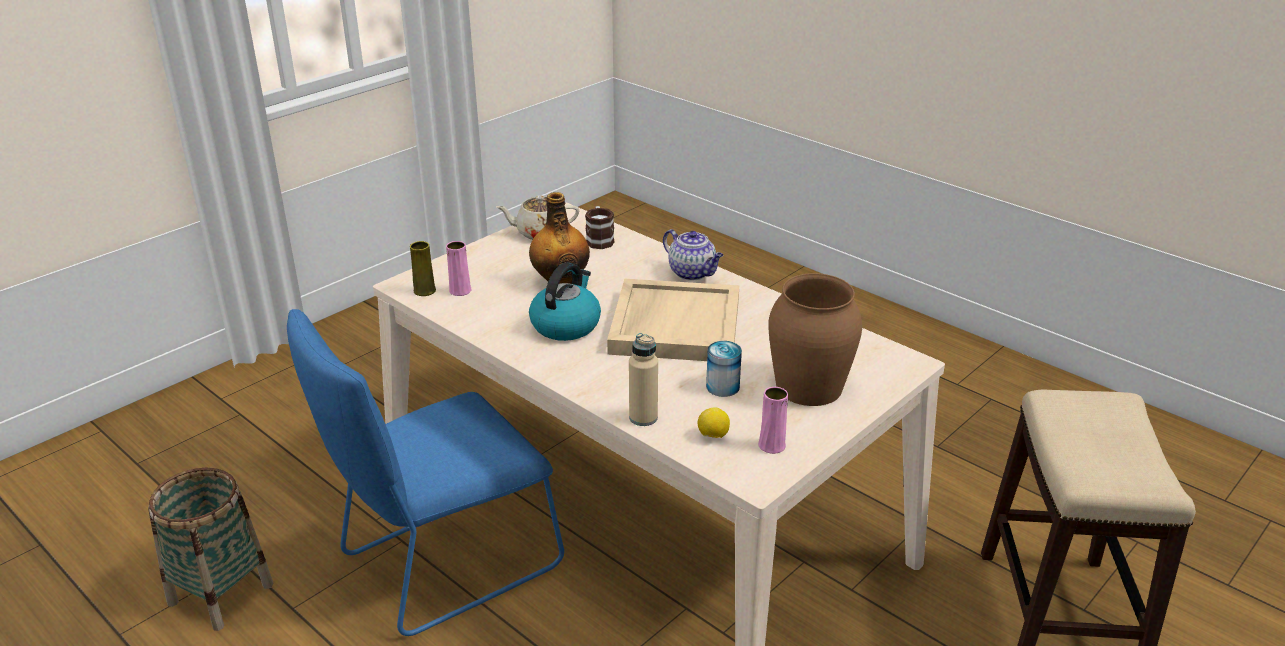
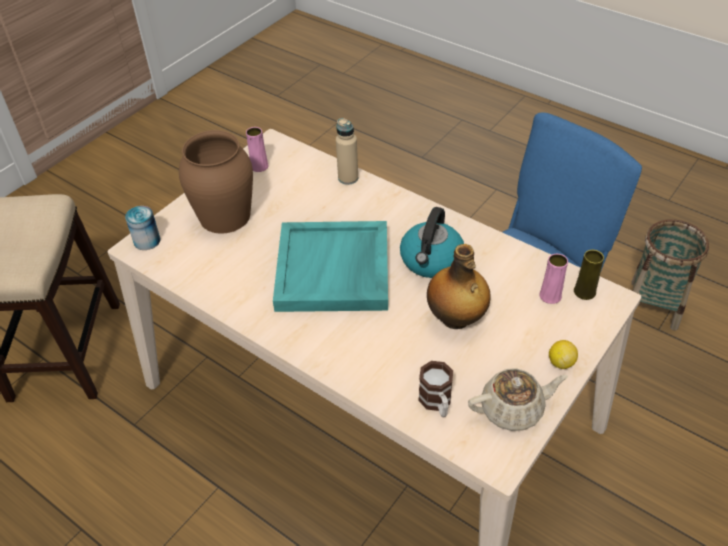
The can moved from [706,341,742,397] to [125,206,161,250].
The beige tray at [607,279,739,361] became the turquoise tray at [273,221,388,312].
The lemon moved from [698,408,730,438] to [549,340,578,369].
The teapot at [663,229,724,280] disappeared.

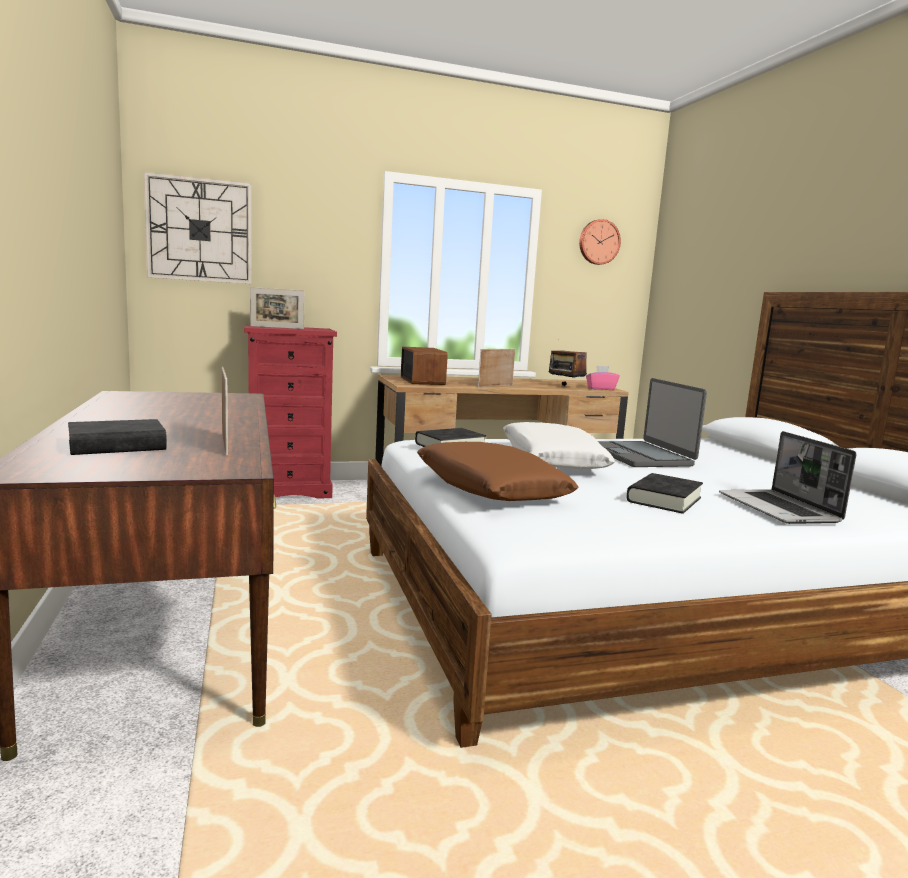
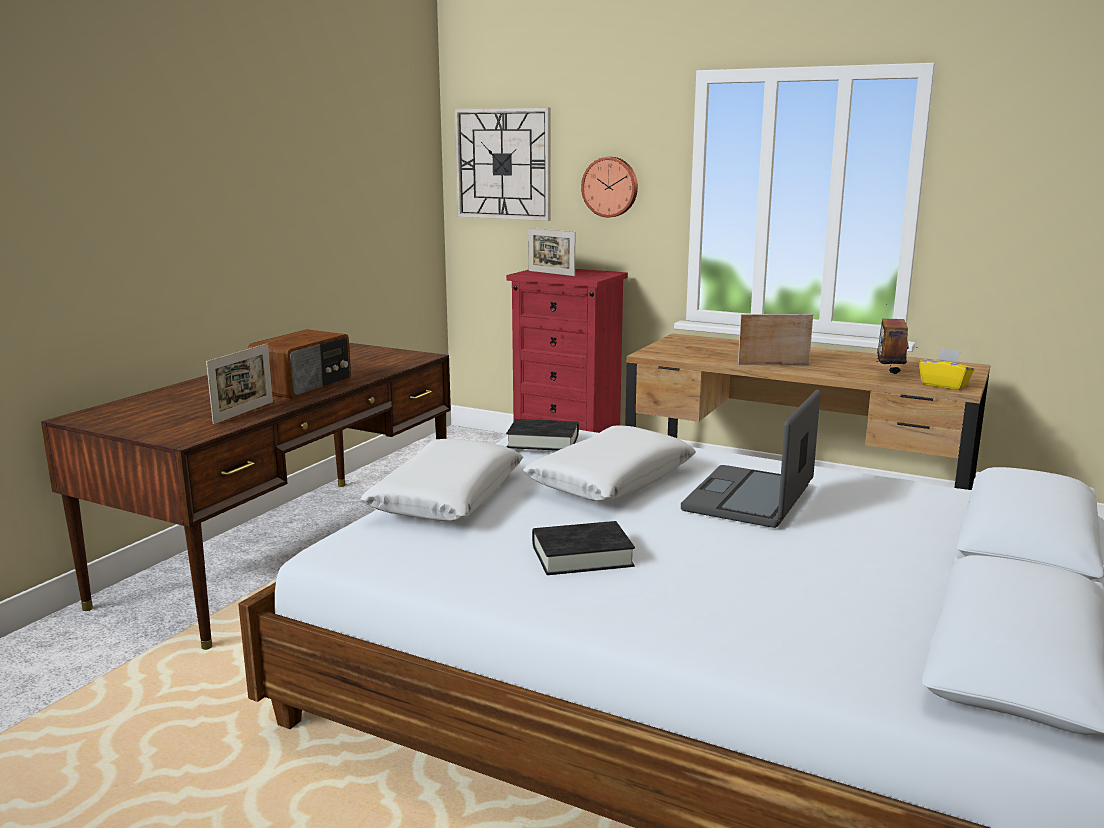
The radio moved from [401,347,448,385] to [248,329,351,399].
The brown pillow at [417,442,579,501] became the white pillow at [360,439,523,522].
The wall clock moved from [579,219,621,265] to [581,157,638,217].
The pink tissue box at [586,365,619,390] became the yellow tissue box at [919,348,974,390].
The black book at [68,419,167,455] disappeared.
The laptop at [719,431,856,524] disappeared.

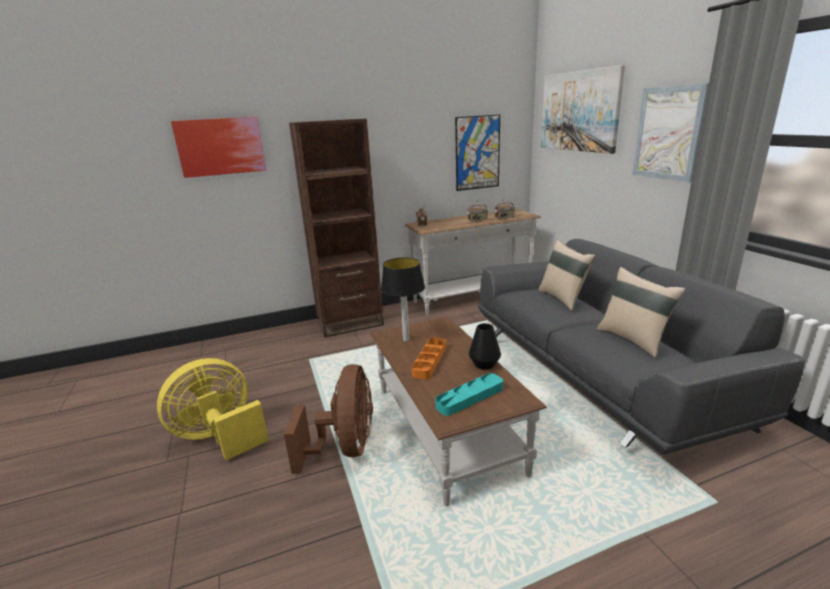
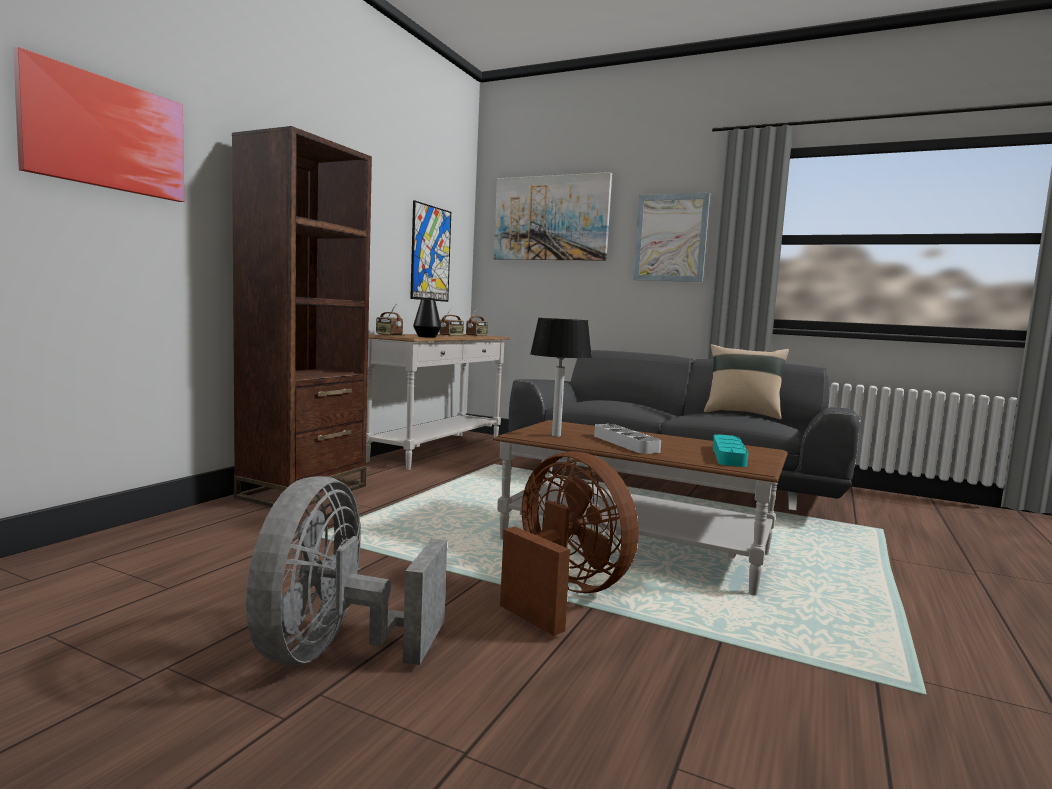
The yellow fan at [157,358,269,460] became the grey fan at [246,476,447,666].
The black vase moved from [469,323,501,370] to [413,299,441,337].
The orange tray at [412,338,446,379] became the grey tray at [594,424,661,454].
The beige pillow at [539,240,596,311] disappeared.

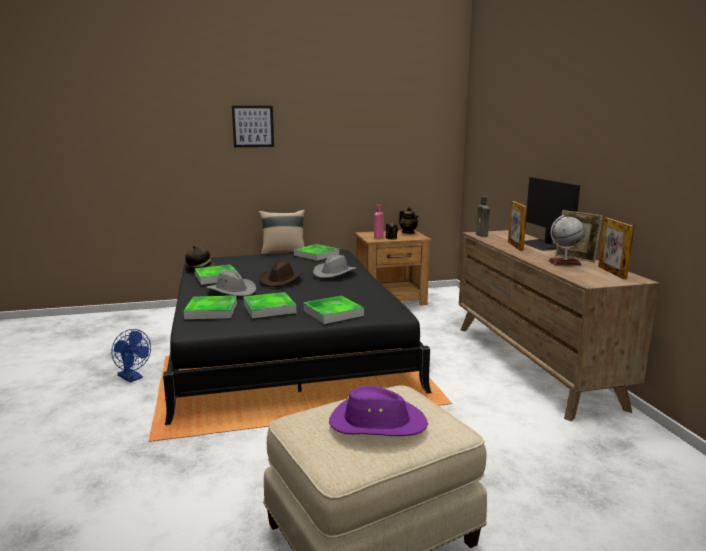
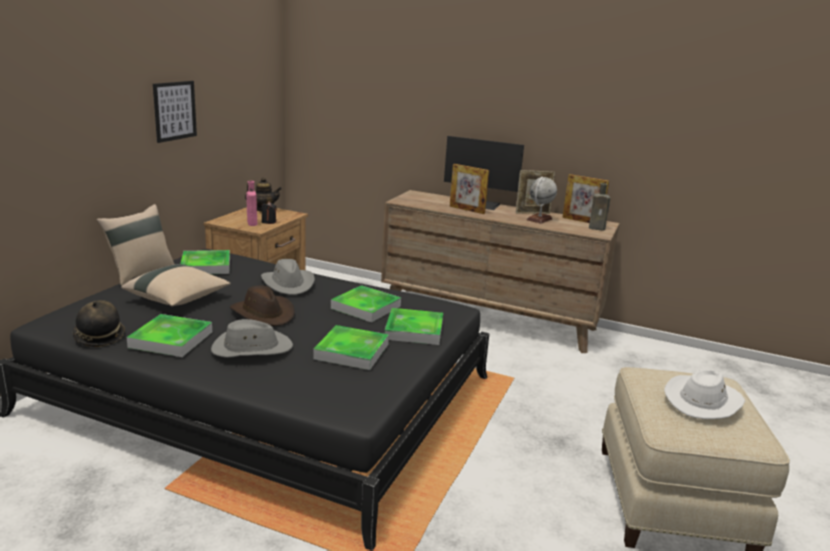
The beige pillow at [121,264,231,307] appeared.
The picture moved from [232,106,274,147] to [153,81,197,143].
The tray moved from [184,296,237,319] to [331,285,401,323].
The brown bottle moved from [476,196,490,237] to [589,183,610,231].
The purple hat at [329,386,428,436] became the white hat at [664,369,745,419].
The blue fan at [111,329,151,383] disappeared.

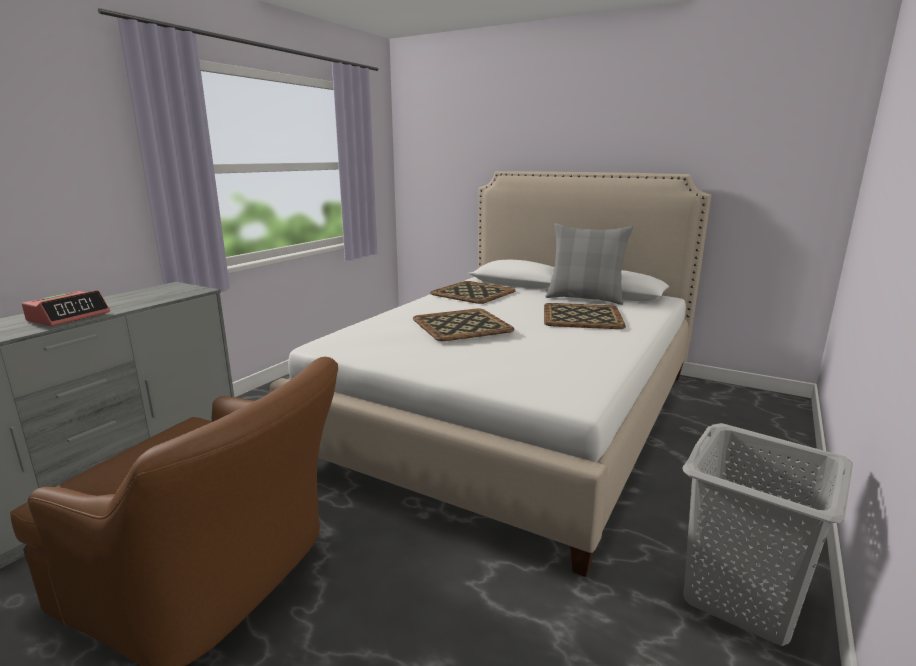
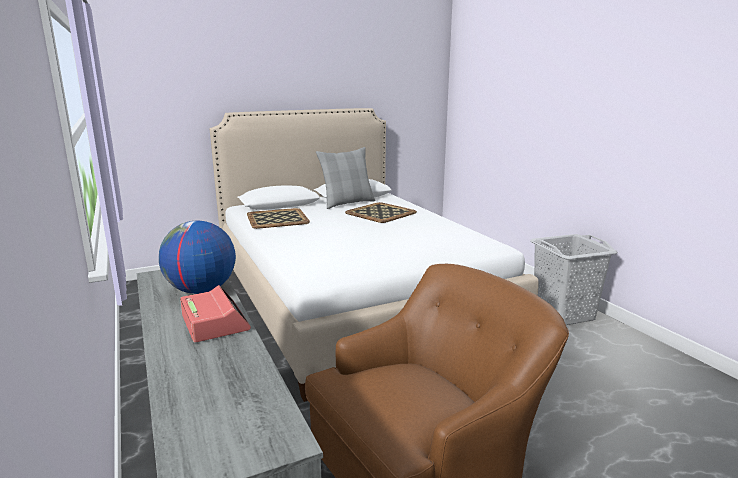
The globe at [159,221,236,294] appeared.
The tray at [413,309,514,341] disappeared.

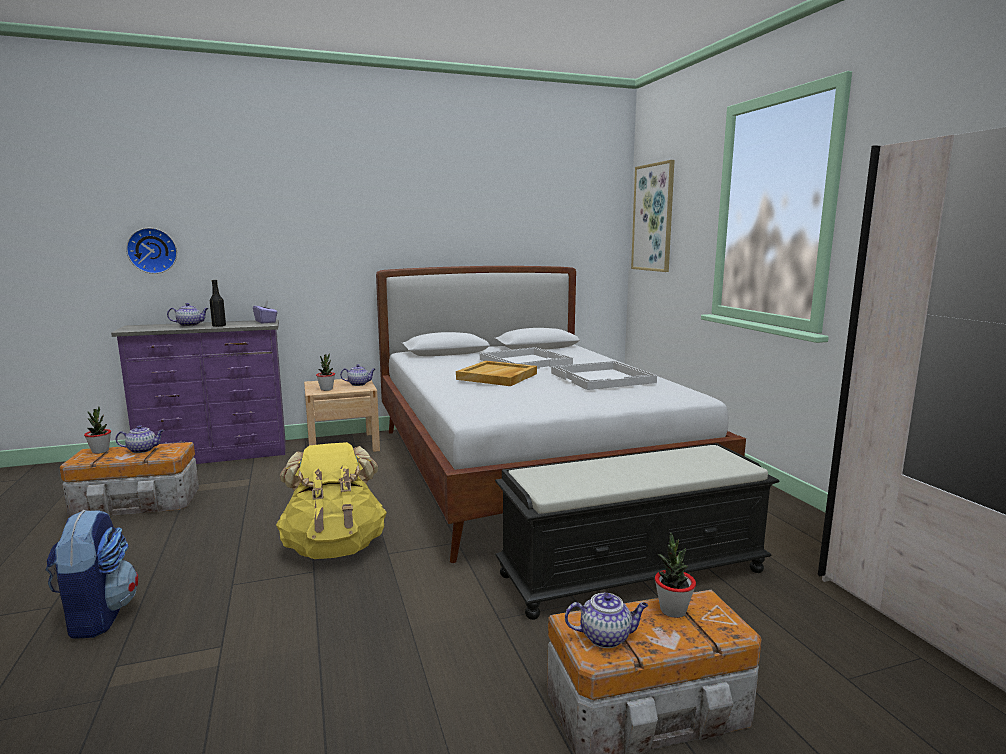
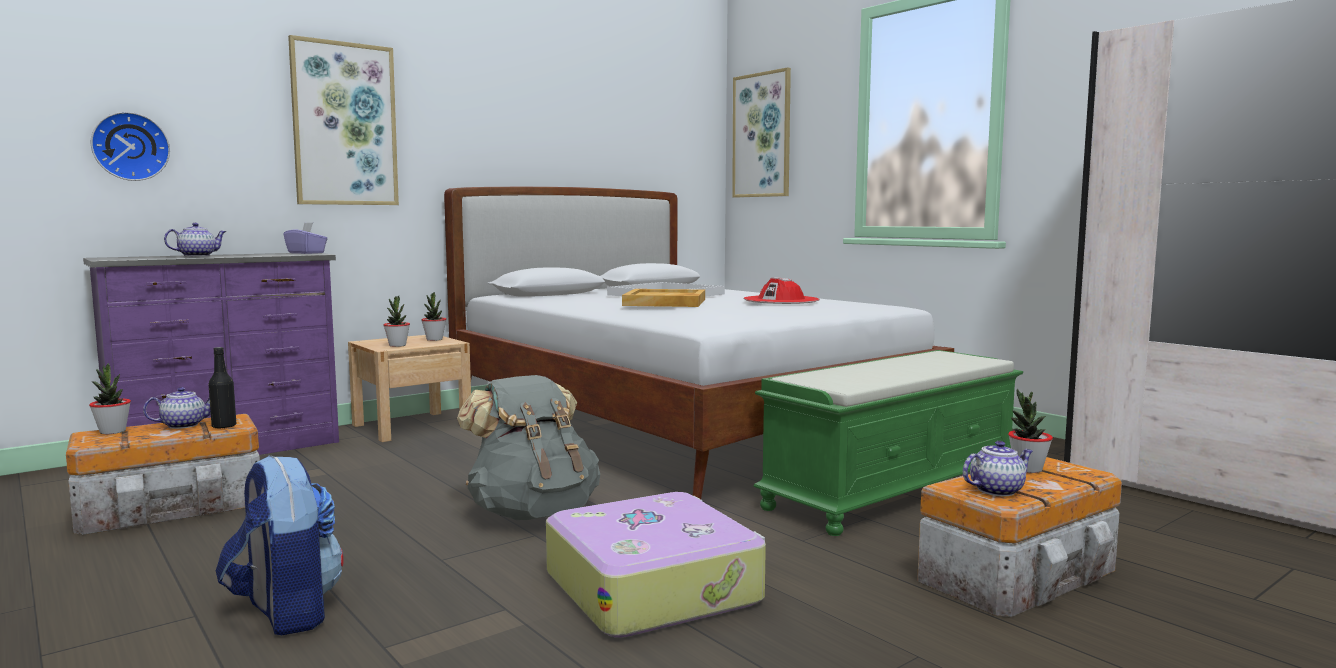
The black bottle moved from [210,280,226,327] to [208,347,236,429].
The picture at [288,35,399,205] appeared.
The teapot at [340,364,376,386] was replaced by the potted plant at [421,292,446,341].
The yellow backpack at [276,442,387,559] became the grey backpack at [457,375,600,520].
The suitcase at [546,492,766,638] appeared.
The white tray at [551,361,657,390] was replaced by the red hat at [744,277,820,304].
The black bench at [495,443,779,620] became the green bench at [754,350,1023,536].

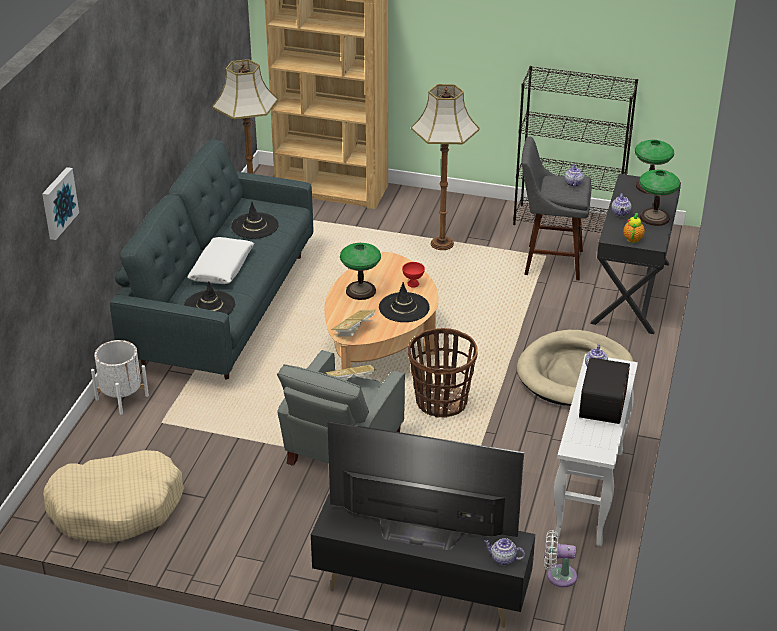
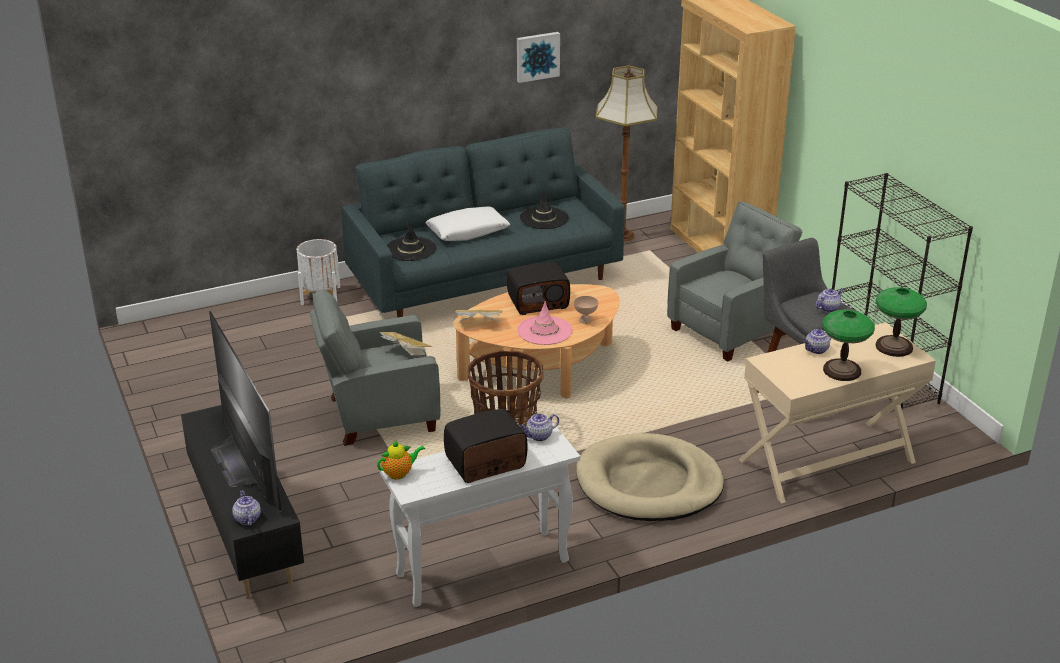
The teapot moved from [623,213,645,243] to [377,440,425,480].
The table lamp at [340,243,381,300] was replaced by the radio at [507,262,570,315].
The picture moved from [42,167,79,240] to [517,32,560,83].
The black hat at [379,282,430,322] became the pink hat at [517,301,573,345].
The red bowl at [402,262,425,288] became the beige bowl at [574,296,598,324].
The floor lamp at [411,84,479,250] was replaced by the grey armchair at [667,202,802,361].
The black desk at [590,174,681,334] became the beige desk at [739,322,936,503].
The beige dog bed at [43,450,184,543] disappeared.
The white fan at [544,530,577,587] disappeared.

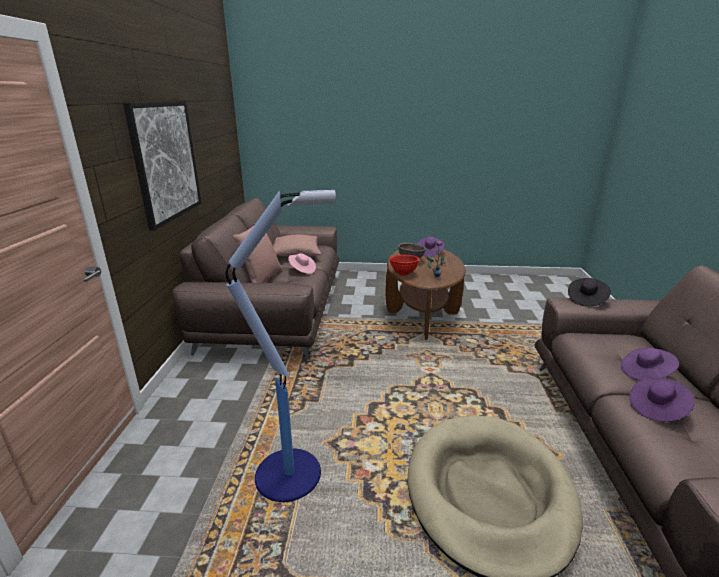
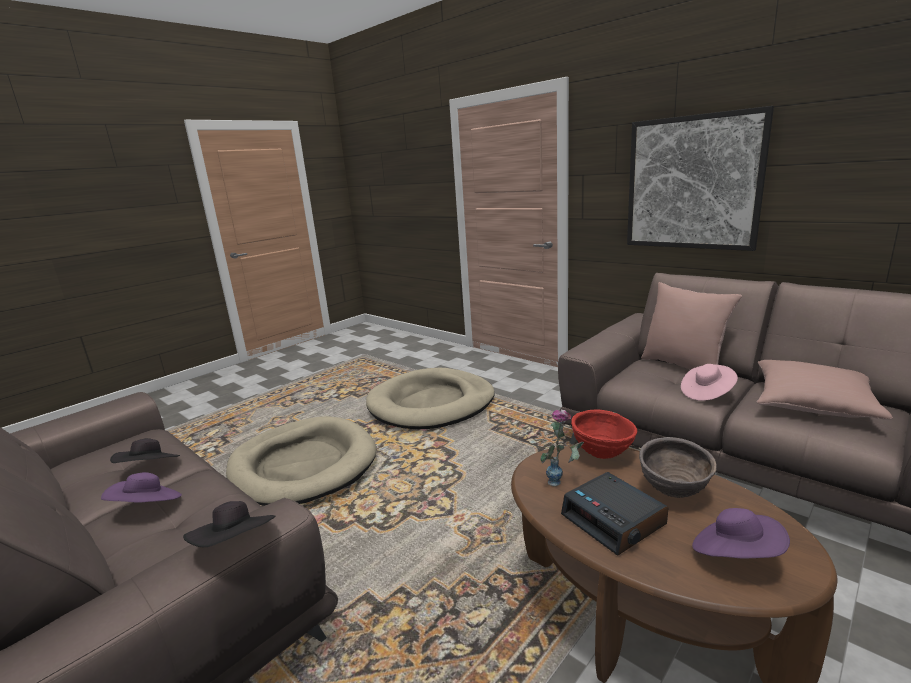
The purple hat at [629,377,695,422] became the black hat at [110,438,180,463].
The floor lamp at [226,190,336,502] was replaced by the beige dog bed at [366,368,495,429].
The alarm clock at [561,472,668,555] appeared.

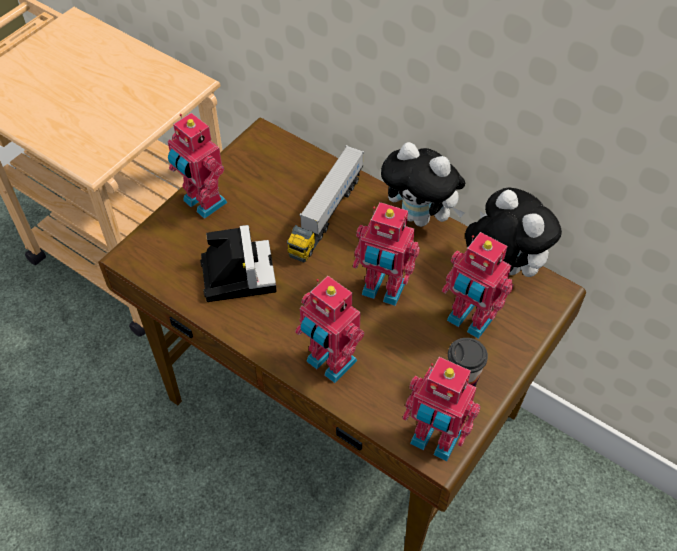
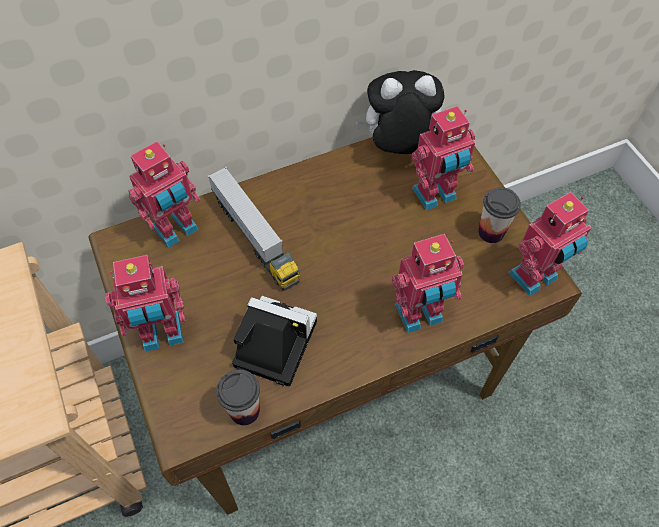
The toy robot moved from [353,202,420,306] to [129,141,200,248].
The cup at [216,370,260,425] appeared.
The plush toy at [381,142,465,227] disappeared.

